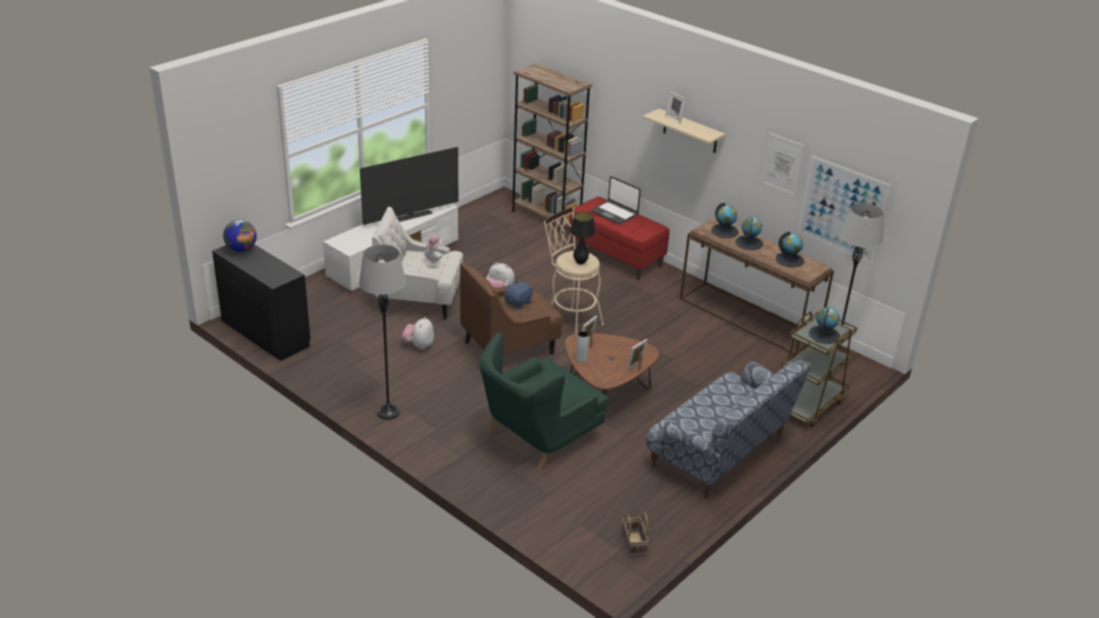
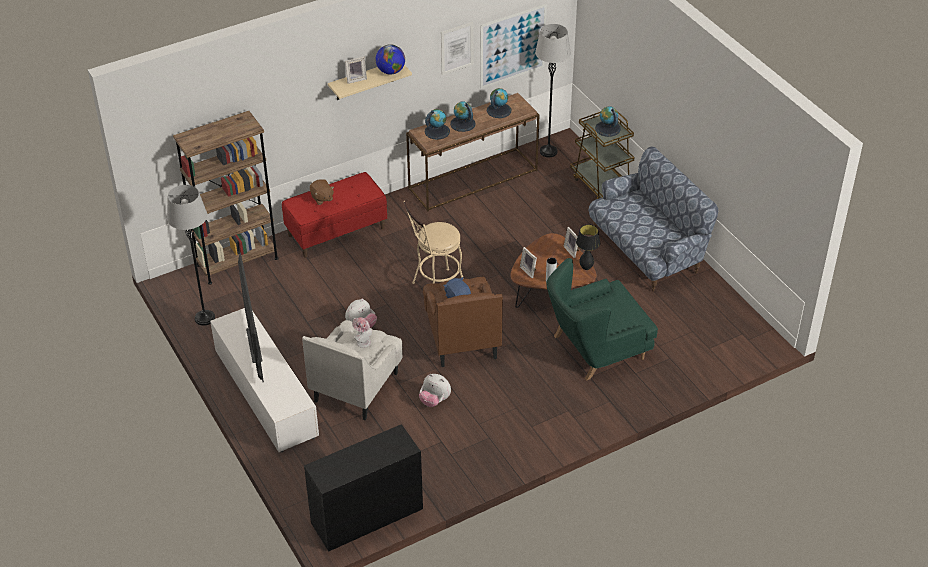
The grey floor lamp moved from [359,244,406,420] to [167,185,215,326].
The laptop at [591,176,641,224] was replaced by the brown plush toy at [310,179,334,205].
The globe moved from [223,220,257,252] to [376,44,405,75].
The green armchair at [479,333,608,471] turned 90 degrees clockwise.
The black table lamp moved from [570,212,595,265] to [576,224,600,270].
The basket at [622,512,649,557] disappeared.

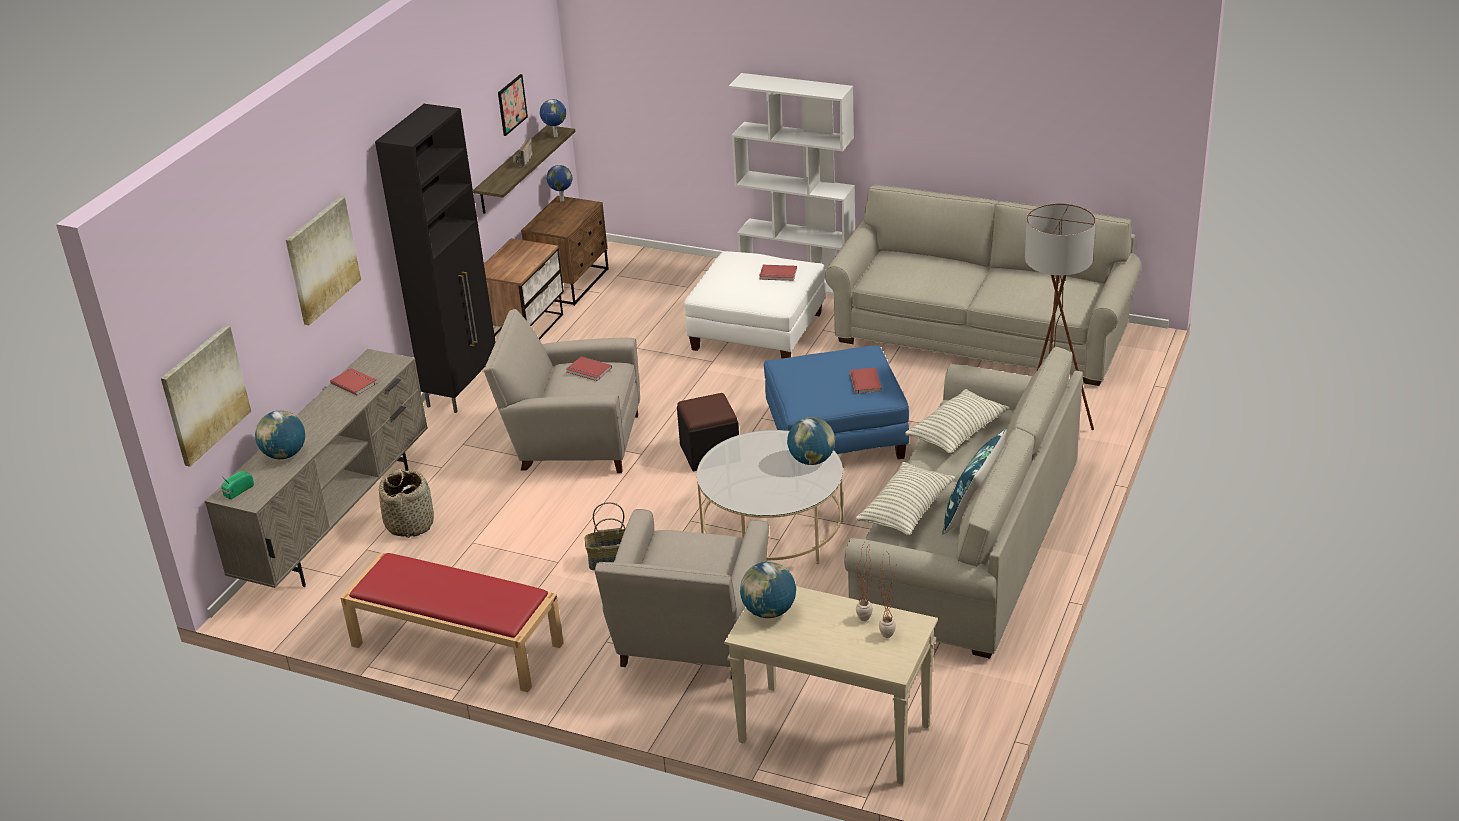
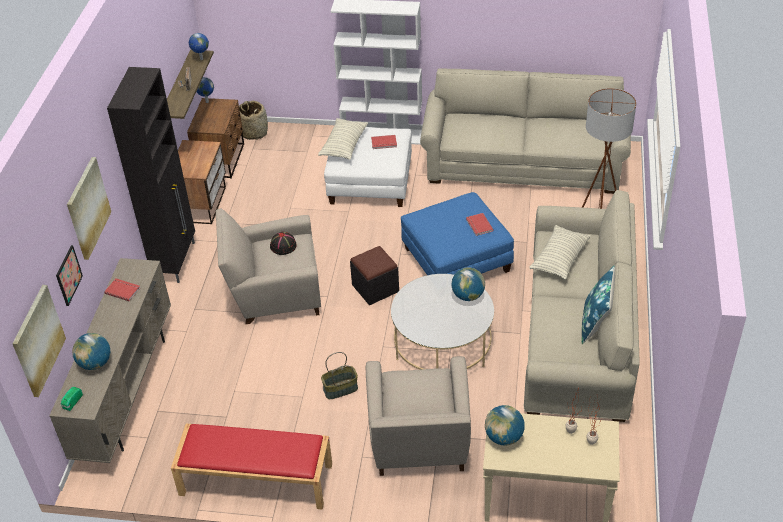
The picture moved from [498,74,528,136] to [56,245,83,306].
The basket moved from [379,469,434,538] to [239,101,268,140].
The red book at [566,356,612,381] was replaced by the black hat at [270,232,297,255].
The pillow moved from [856,462,955,535] to [318,118,368,160].

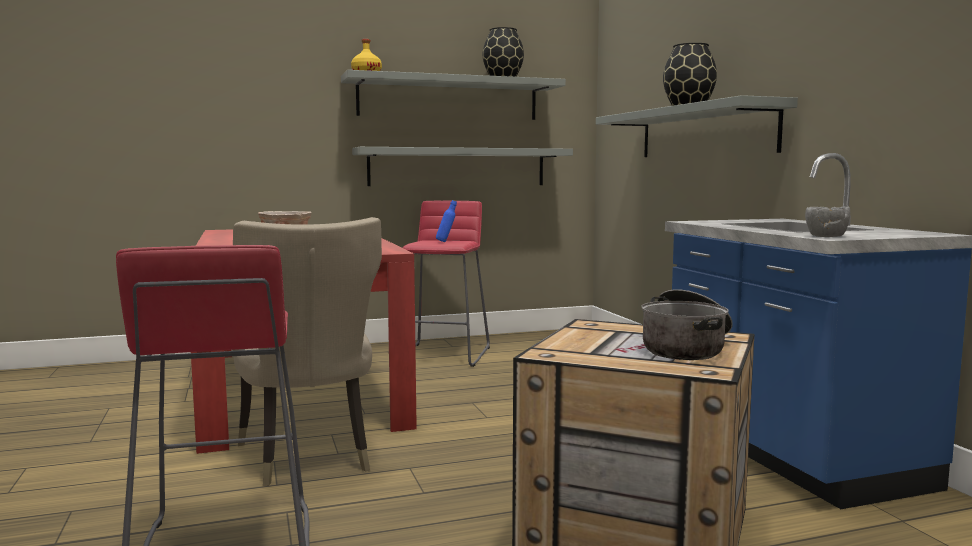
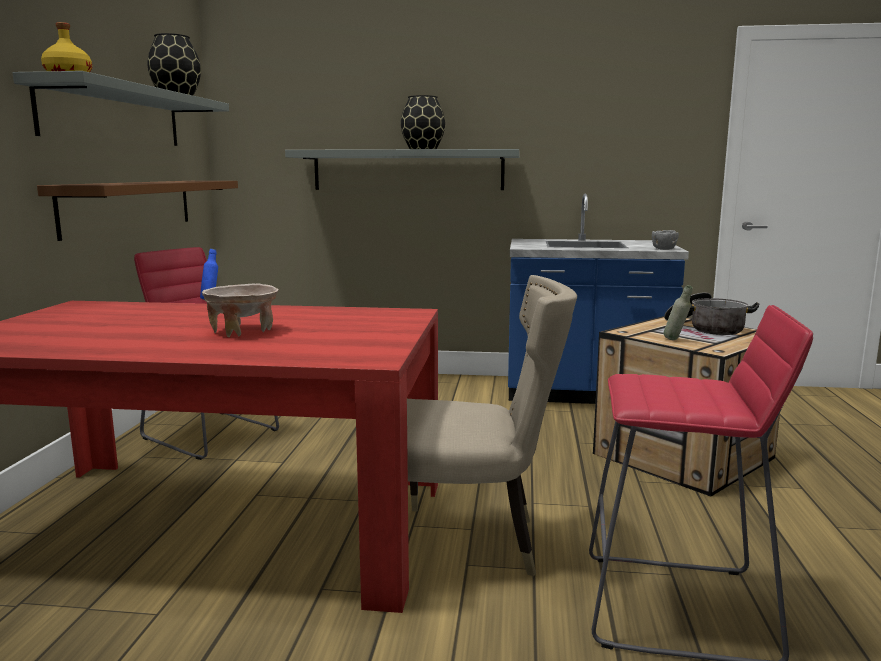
The grey shelf at [352,147,573,186] became the brown shelf at [37,181,238,241].
The grey bottle at [664,285,693,340] appeared.

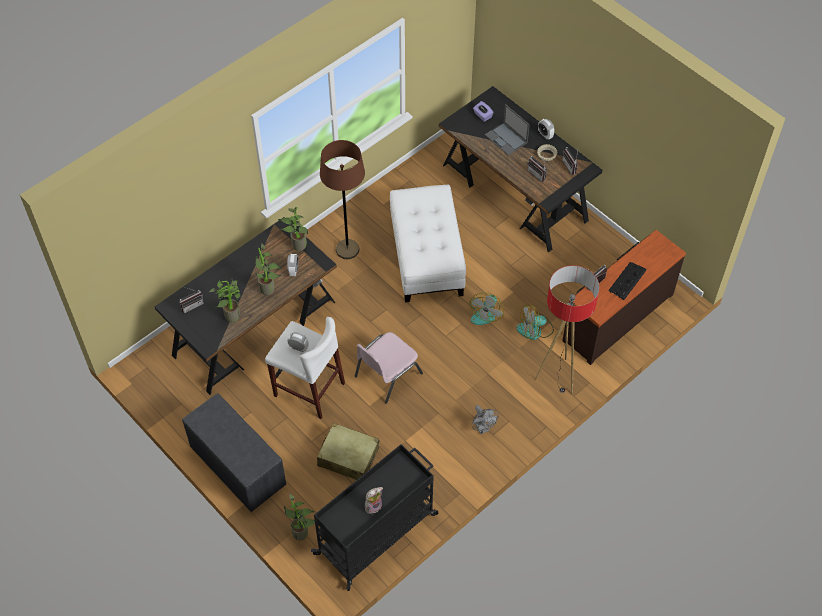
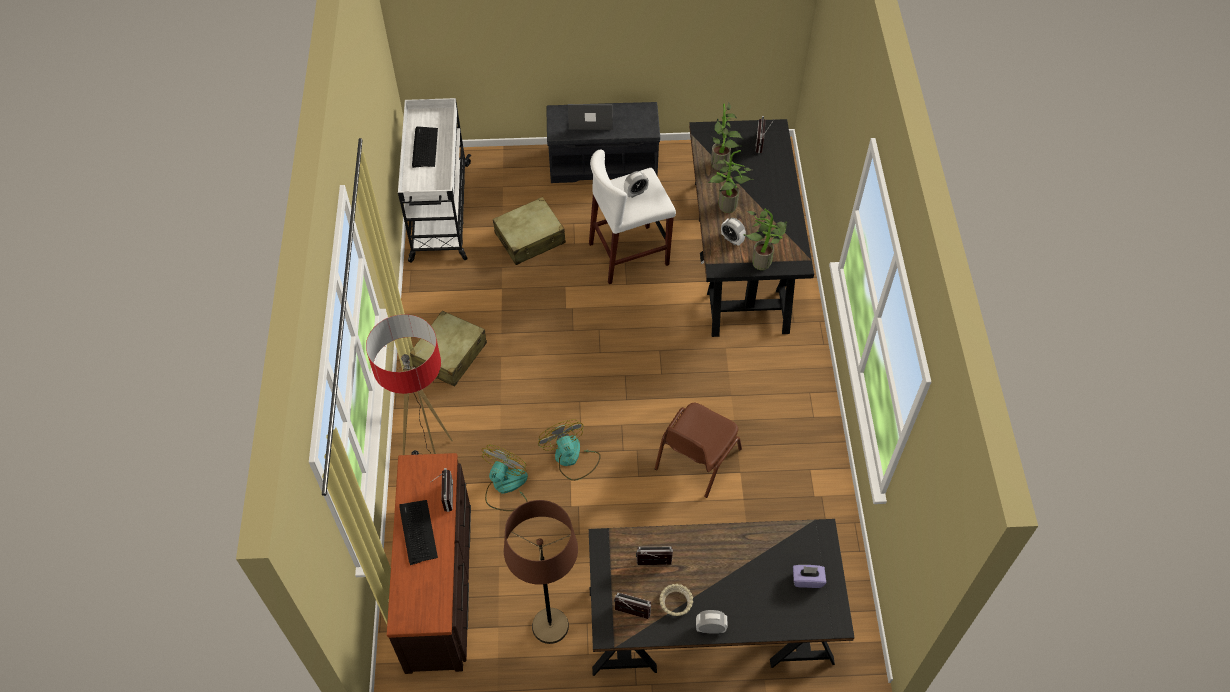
The black cart at [311,444,438,591] became the white cart at [398,98,472,263].
The grey fan at [472,405,499,434] was replaced by the beige suitcase at [410,311,487,386].
The plush toy at [364,487,383,514] was replaced by the keyboard at [412,127,438,168].
The brown floor lamp moved from [320,140,365,259] to [504,500,578,644].
The laptop moved from [485,104,530,155] to [568,104,613,130].
The white ottoman at [390,185,466,302] was replaced by the brown chair at [655,403,742,498].
The potted plant at [284,493,315,540] disappeared.
The pink chair at [355,332,423,404] disappeared.

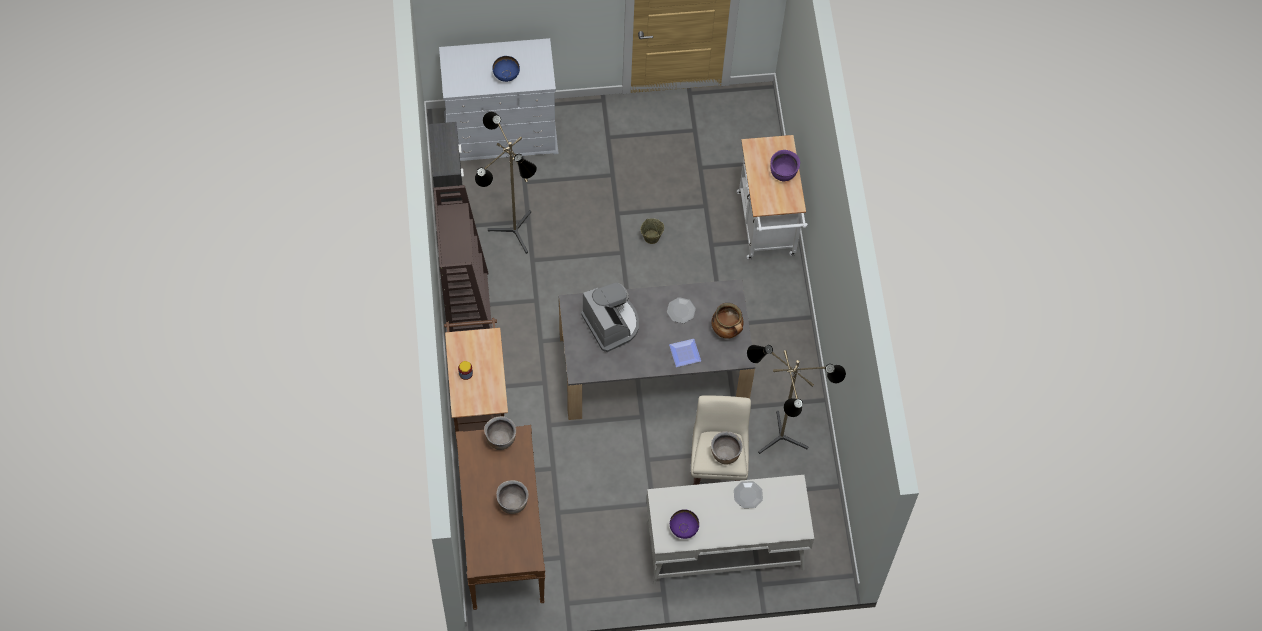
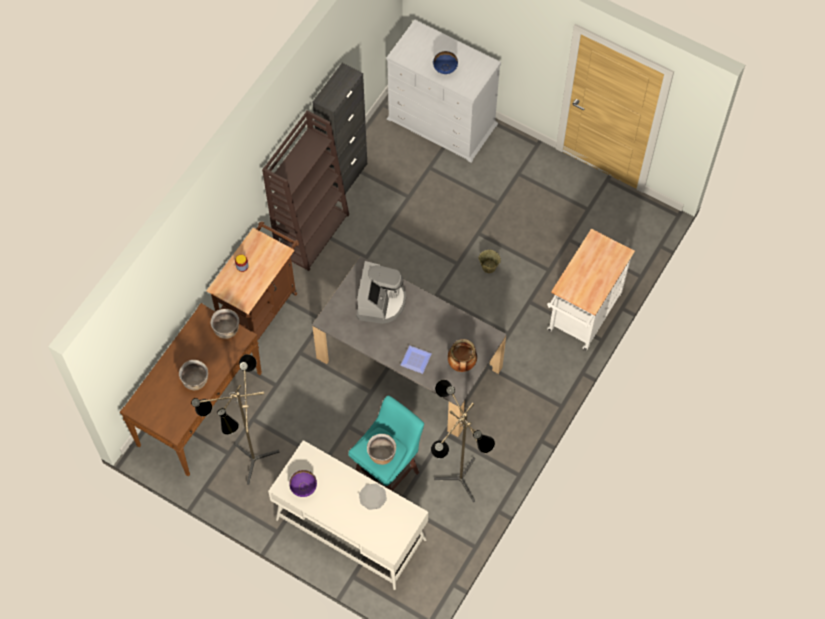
The floor lamp moved from [475,112,537,254] to [191,354,280,485].
The beige stool at [691,395,751,485] became the turquoise stool at [348,395,424,491].
The plate at [667,297,696,323] disappeared.
The purple cooking pot at [770,150,800,181] disappeared.

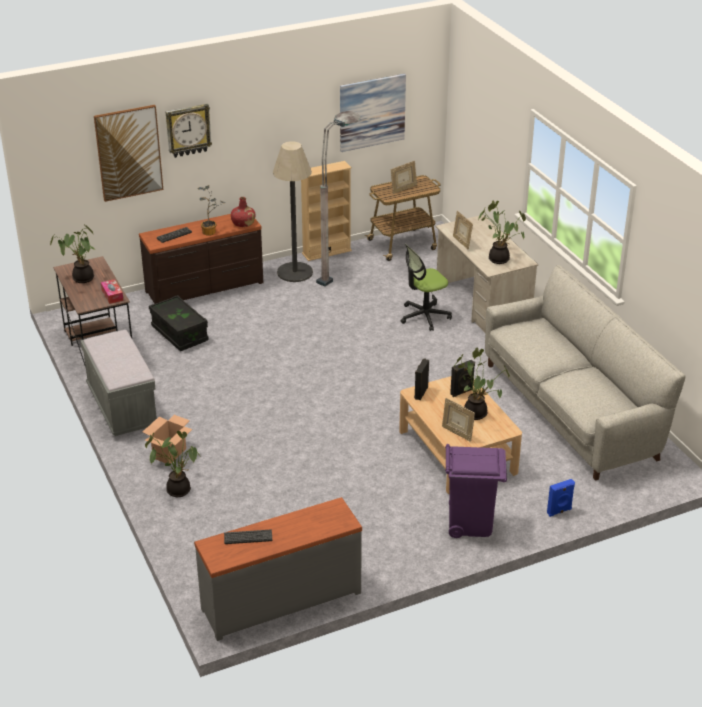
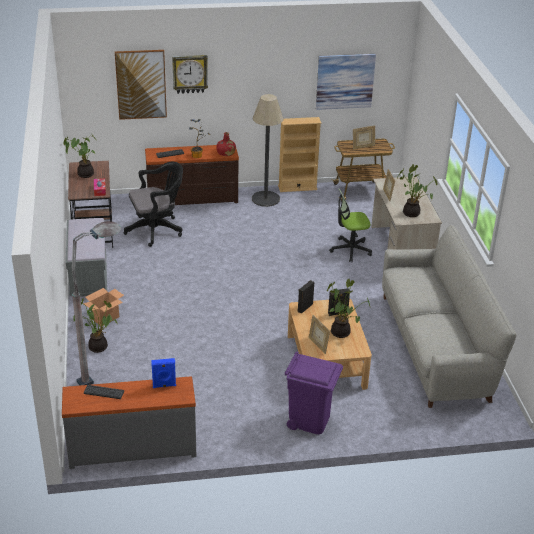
The grey floor lamp moved from [316,111,361,287] to [72,221,121,385].
The black storage box at [149,295,209,351] was replaced by the black office chair at [123,162,183,247].
The blue speaker moved from [547,479,575,517] to [151,358,176,388].

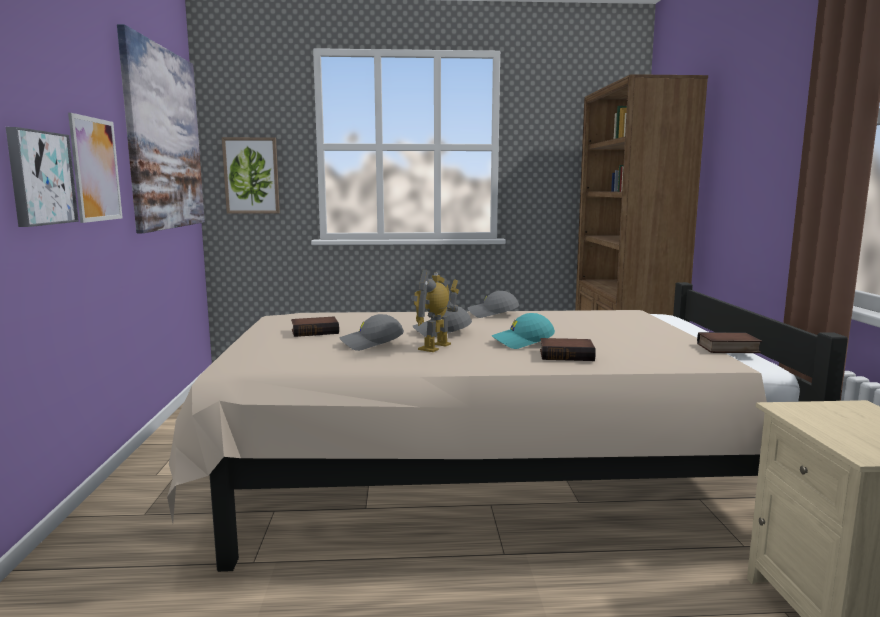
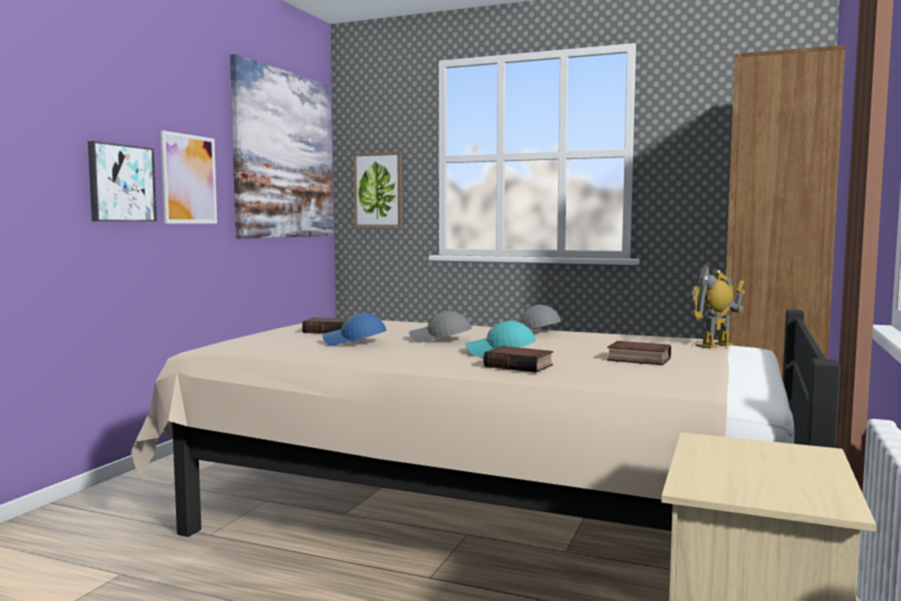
The grey cap at [340,314,404,351] became the blue cap at [323,313,387,346].
The book moved from [697,332,762,353] to [607,341,671,365].
The toy robot moved from [412,270,459,352] to [690,265,745,349].

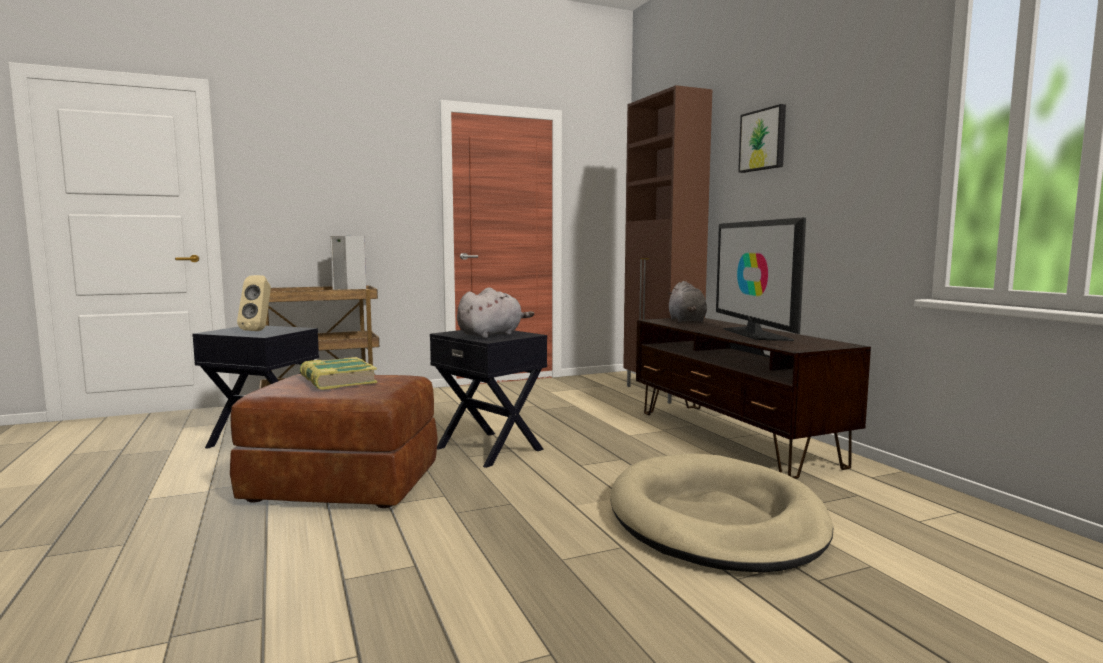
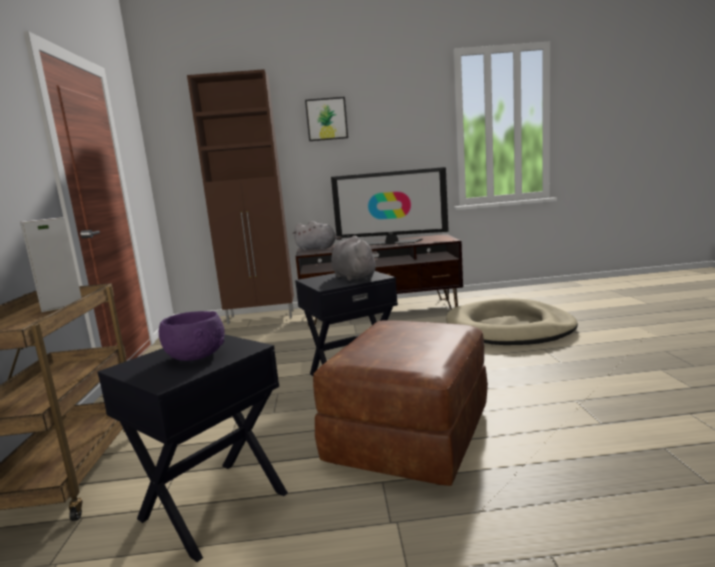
The beige speaker at [237,275,271,331] was replaced by the purple bowl at [159,311,225,361].
The book at [300,357,377,390] disappeared.

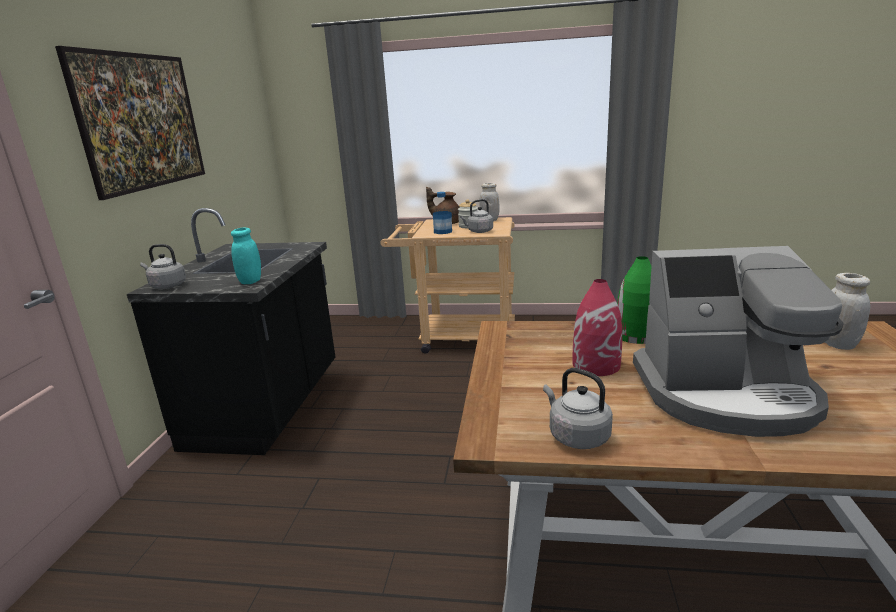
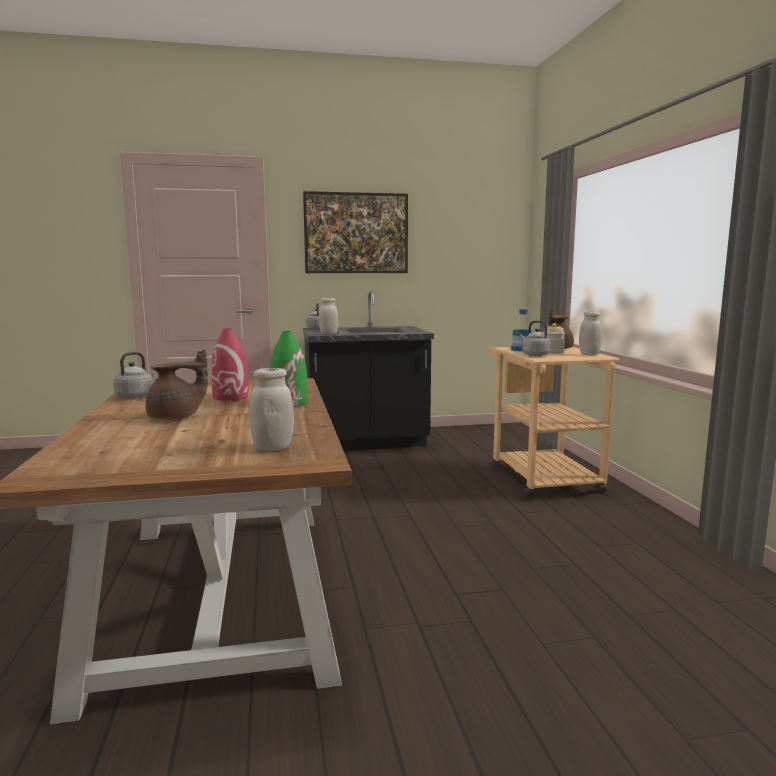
The coffee machine at [633,246,844,437] was replaced by the brown teapot at [146,349,208,420].
The turquoise jar at [231,228,261,284] became the white jar at [319,298,338,334].

